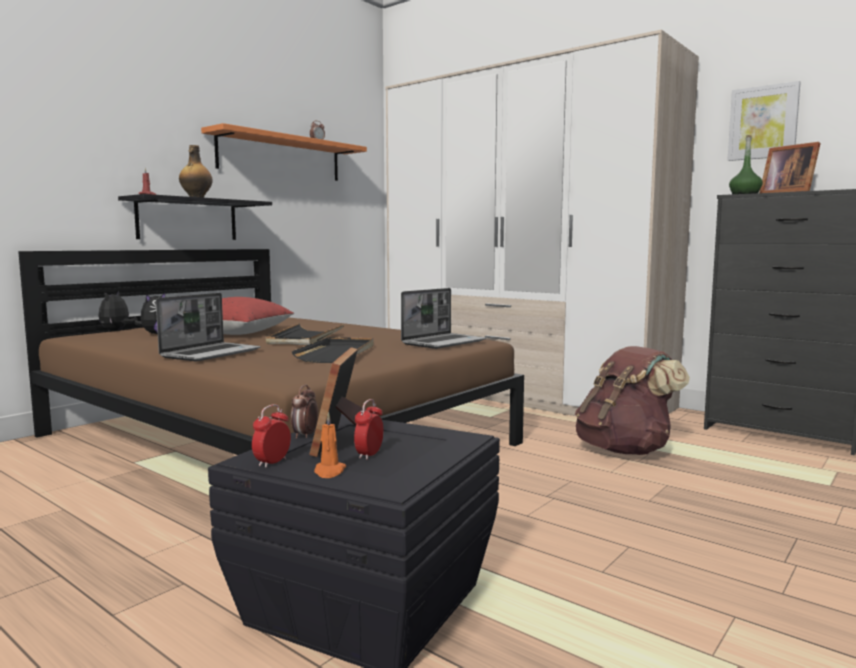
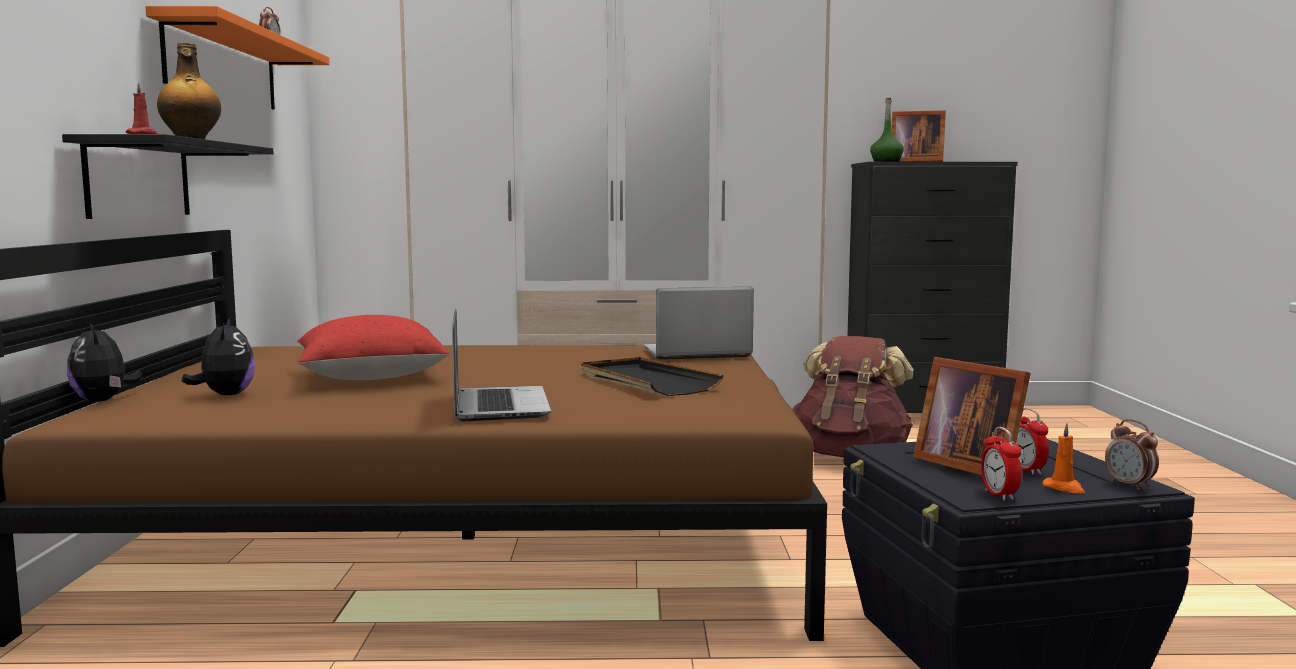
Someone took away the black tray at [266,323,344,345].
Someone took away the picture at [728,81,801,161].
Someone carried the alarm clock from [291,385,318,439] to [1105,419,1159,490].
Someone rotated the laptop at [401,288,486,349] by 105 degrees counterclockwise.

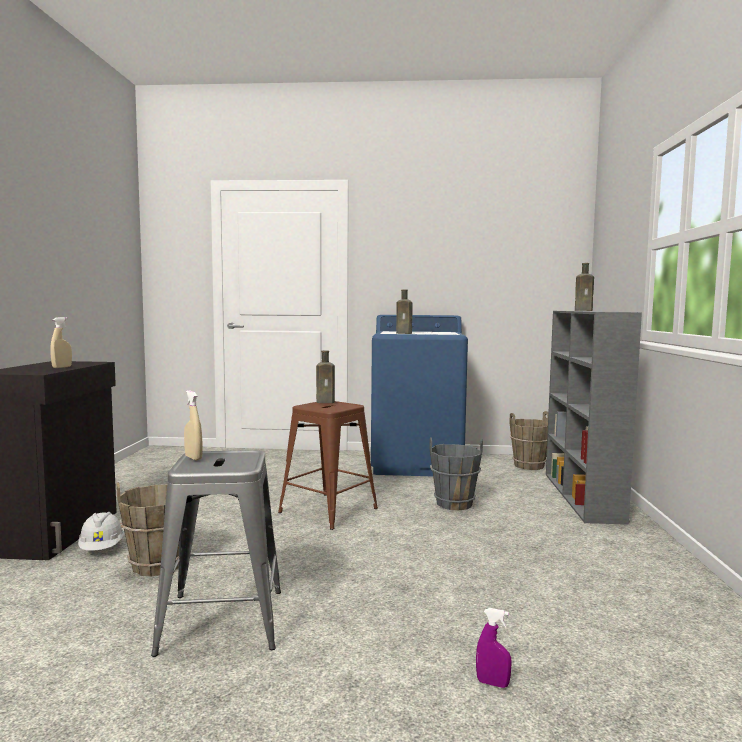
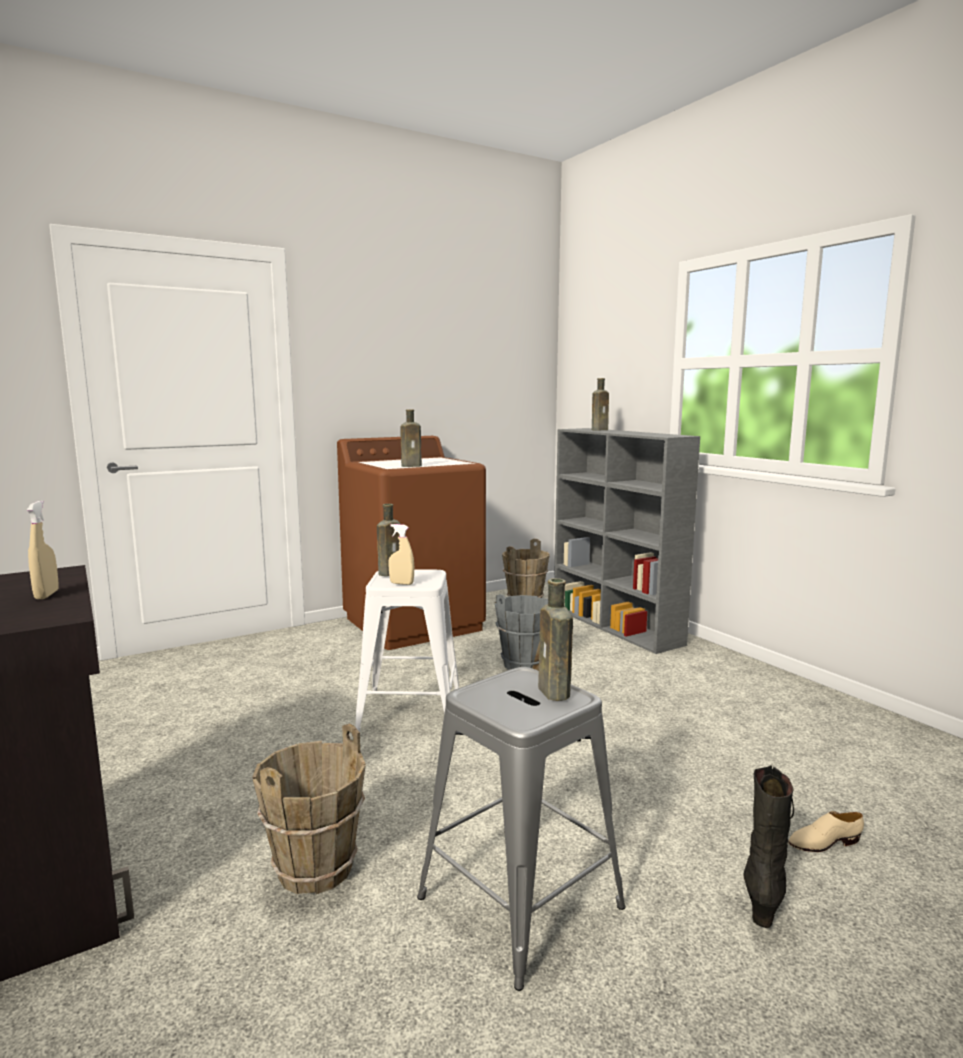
Someone took away the white hard hat at [78,512,124,551].
Someone put down the brown bottle at [538,578,573,701].
Someone put down the black boot at [744,765,794,929].
Someone carried the beige spray bottle from [184,390,202,460] to [388,524,414,585].
Someone swapped the purple spray bottle at [476,608,512,688] for the beige shoe at [788,811,864,852].
Someone repainted the brown stool at [278,401,378,530], which became the white stool at [355,569,459,732].
Someone repainted the blue washing machine at [371,315,468,476], which became the brown washing machine at [337,436,486,650].

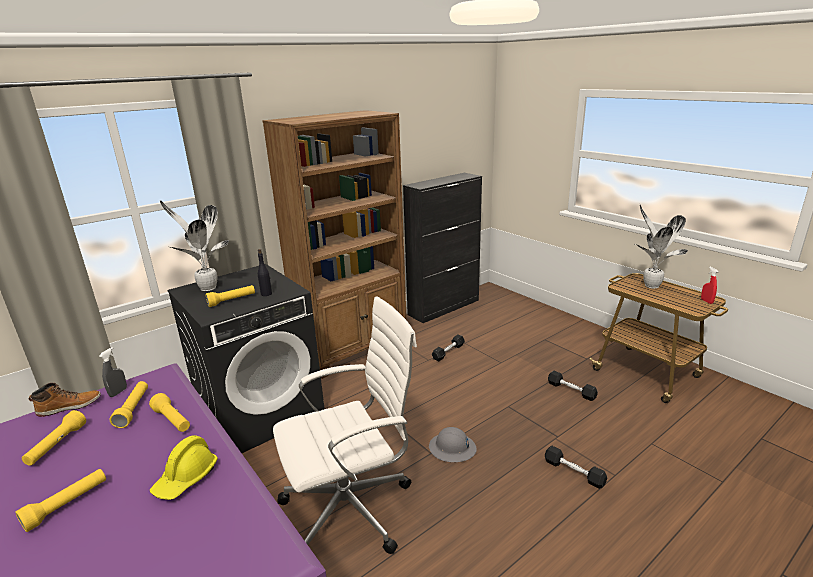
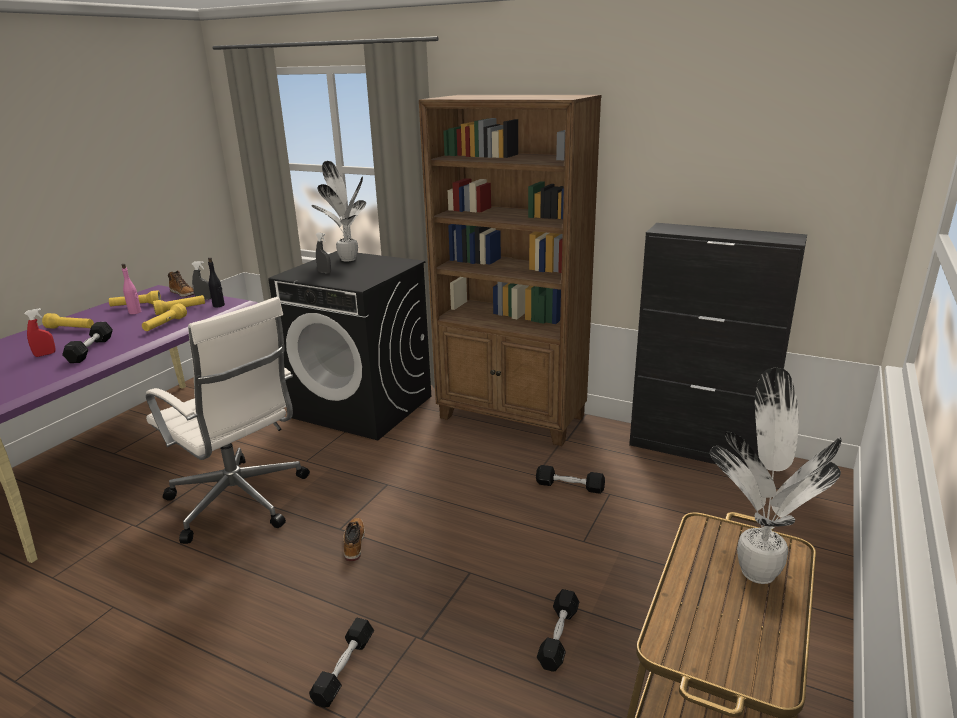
Someone put down the pink bottle at [121,264,141,314].
Someone carried the black bottle from [258,249,272,296] to [208,258,225,307].
Someone carried the red spray bottle from [701,267,718,304] to [24,308,56,357].
Someone swapped the yellow hard hat at [150,435,218,500] for the black dumbbell at [62,322,113,363].
Someone swapped the yellow flashlight at [206,285,255,307] for the grey spray bottle at [315,233,331,274].
Someone swapped the grey hard hat at [429,427,477,462] for the boot at [343,518,365,561].

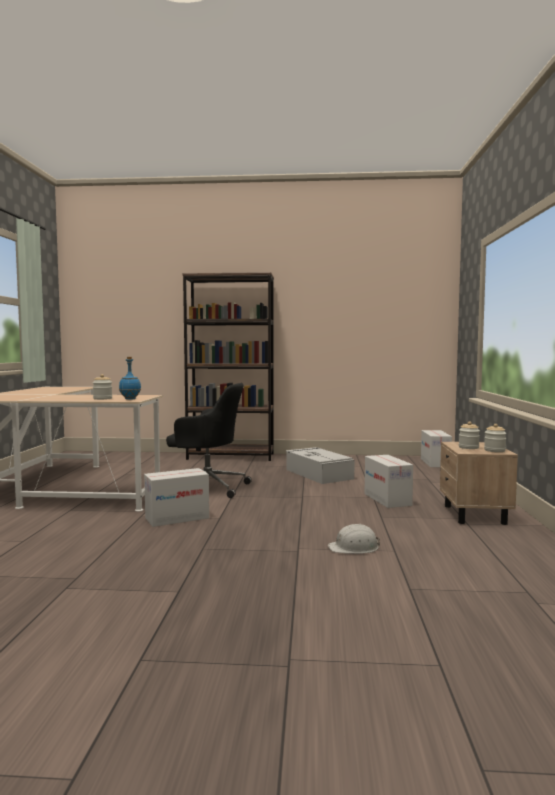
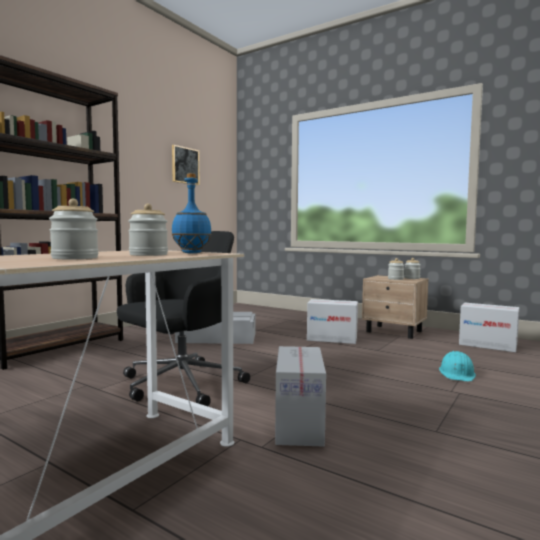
Someone put down the jar at [49,199,98,259].
Someone put up the picture at [172,145,199,185].
Someone carried the cardboard box from [421,430,452,467] to [459,303,519,352].
Someone repainted the white hard hat at [328,524,380,554], which became the turquoise hard hat at [439,351,476,381].

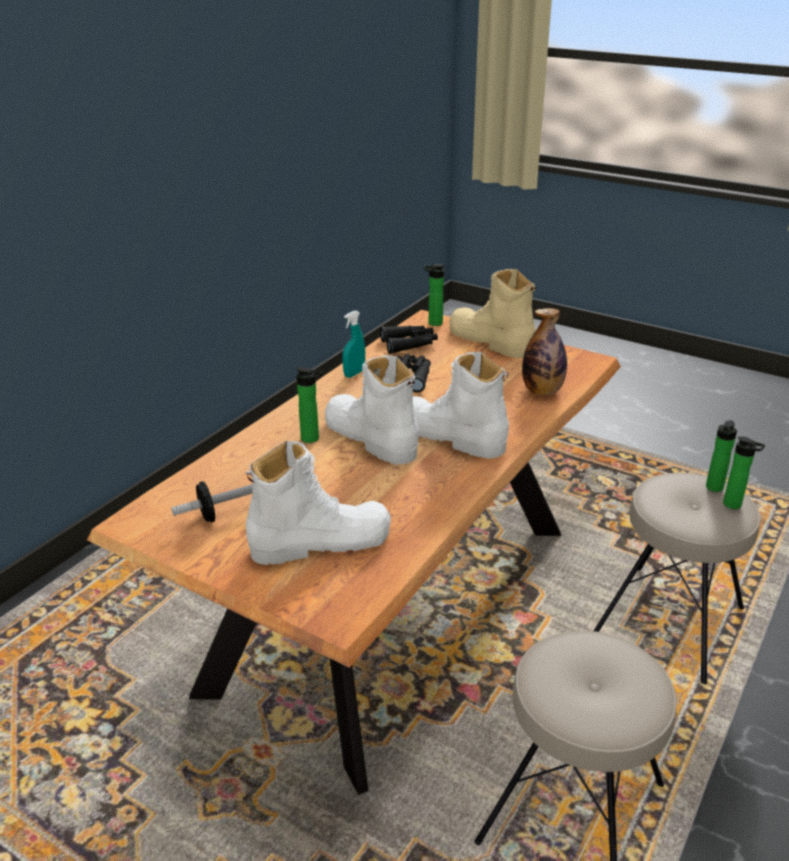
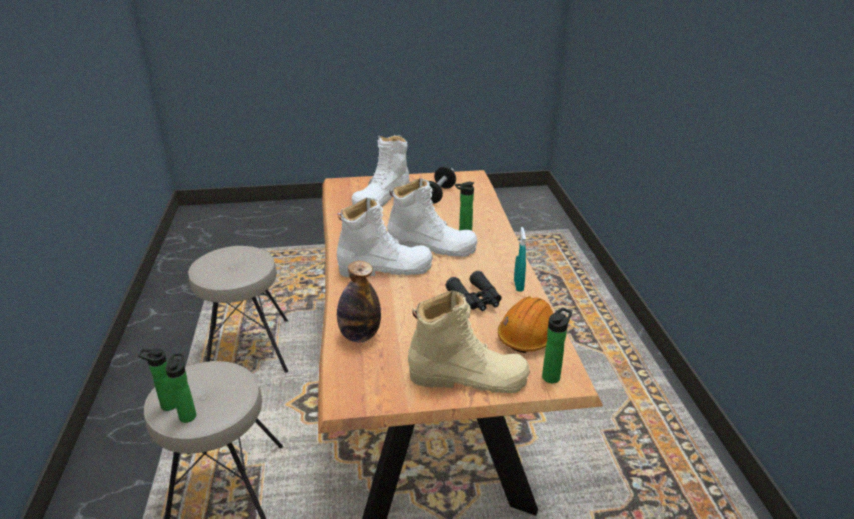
Someone swapped the black binoculars at [380,325,438,354] for the orange hard hat at [498,297,554,353].

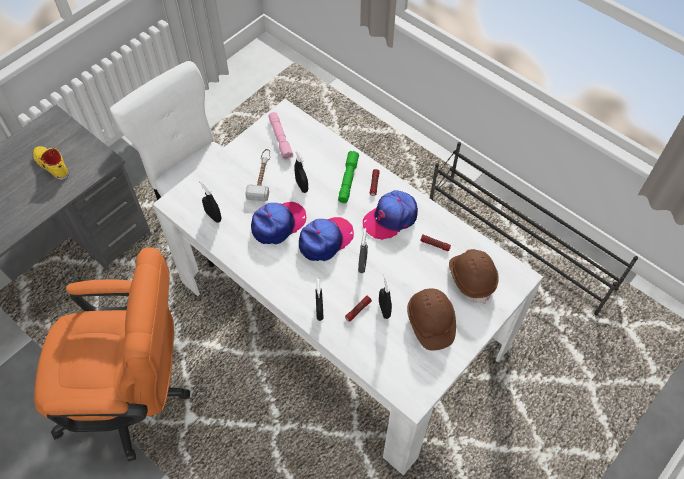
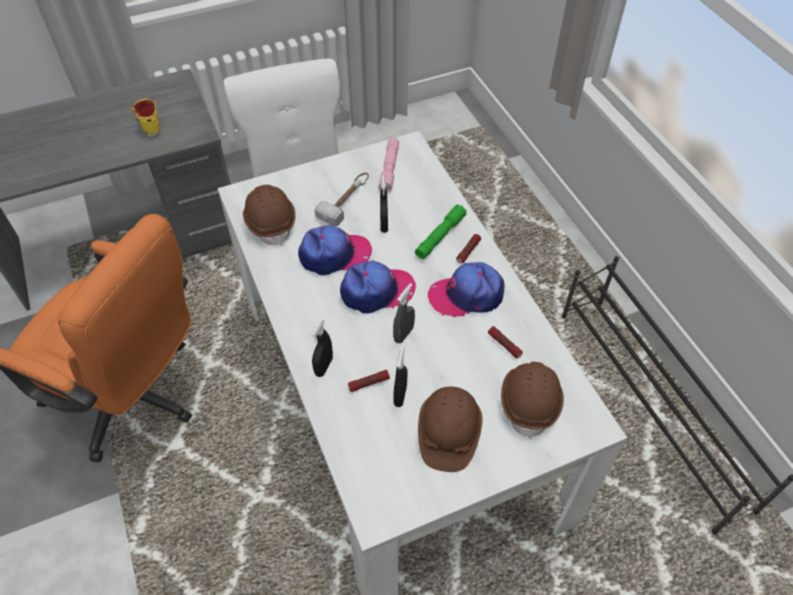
Someone swapped the black spray bottle at [199,180,221,223] for the brown hard hat at [243,185,296,246].

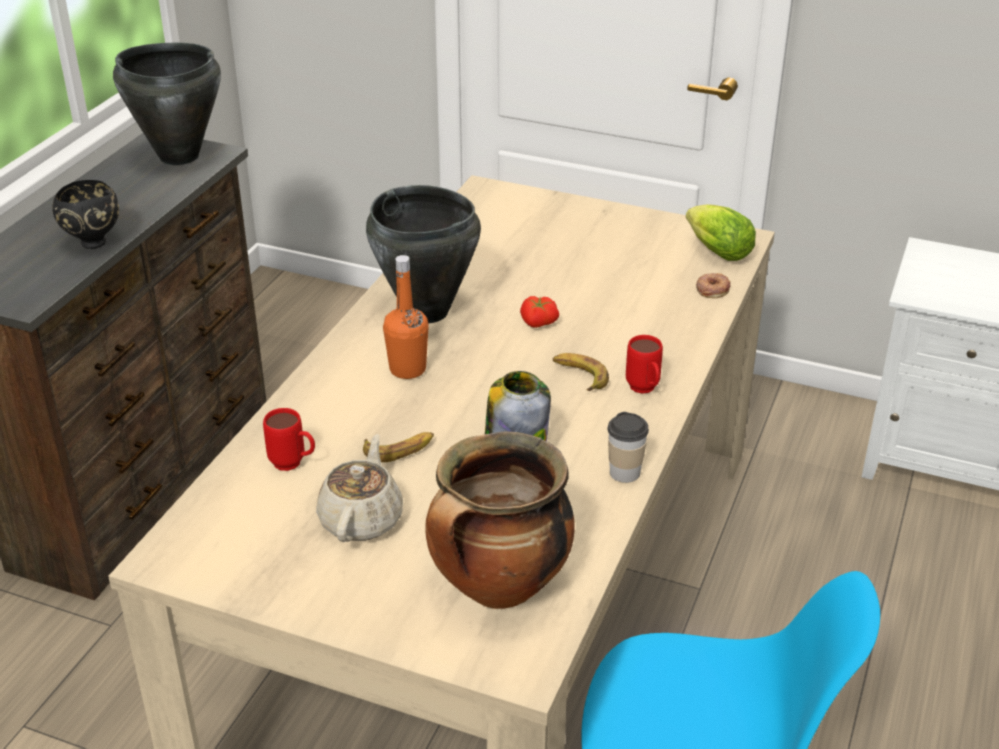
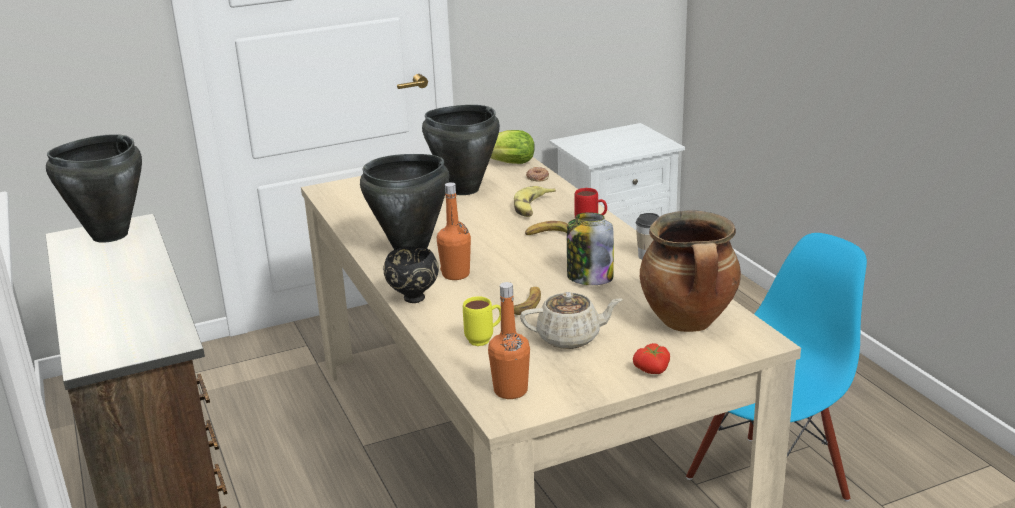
Someone put down the black cooking pot at [422,105,500,195].
Someone put down the orange bottle at [488,282,530,399].
Someone put down the banana at [514,186,556,217].
Someone carried the black bowl from [52,180,119,249] to [383,246,439,303].
Someone carried the tomato from [520,296,559,328] to [633,343,670,374].
Someone repainted the red mug at [263,408,315,471], which became the yellow mug at [463,296,501,346].
Someone rotated the beige teapot at [316,434,403,542] by 120 degrees clockwise.

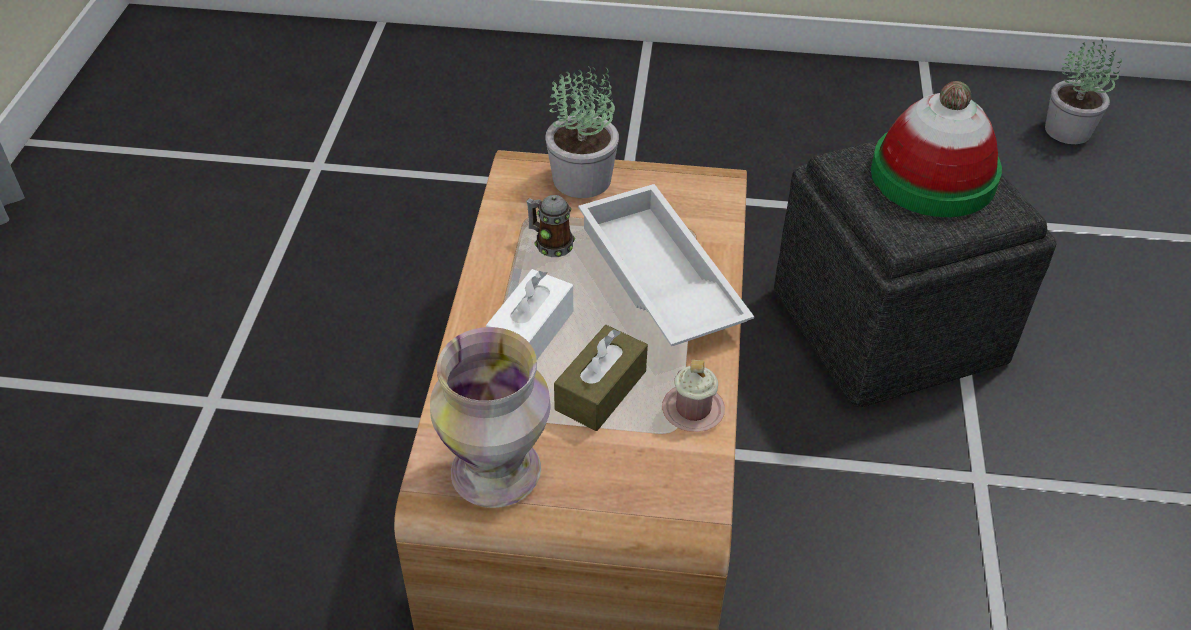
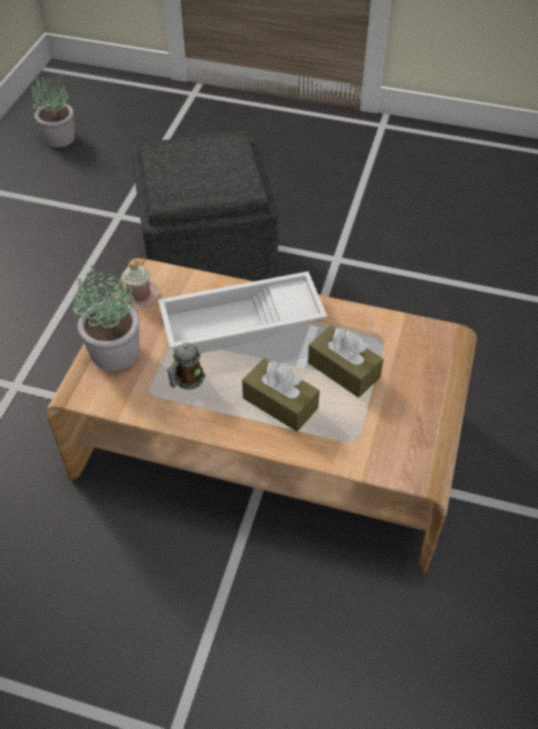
Someone took away the vase at [430,327,550,508].
Someone took away the hat at [871,81,1002,217].
Someone carried the pink mug from [662,360,725,432] to [119,259,159,308].
Someone repainted the white tissue box at [486,269,573,359], which became the brown tissue box at [242,358,320,431].

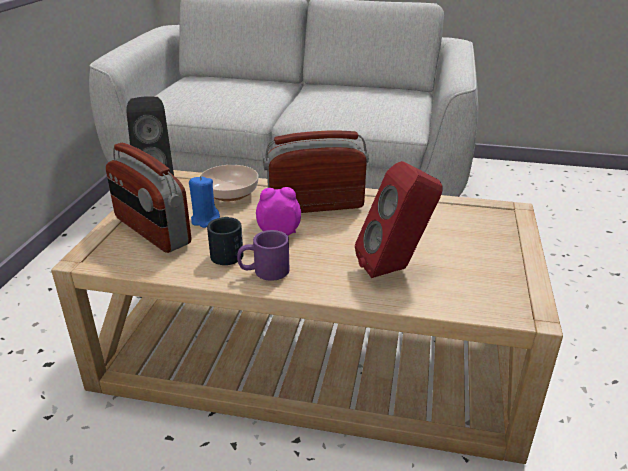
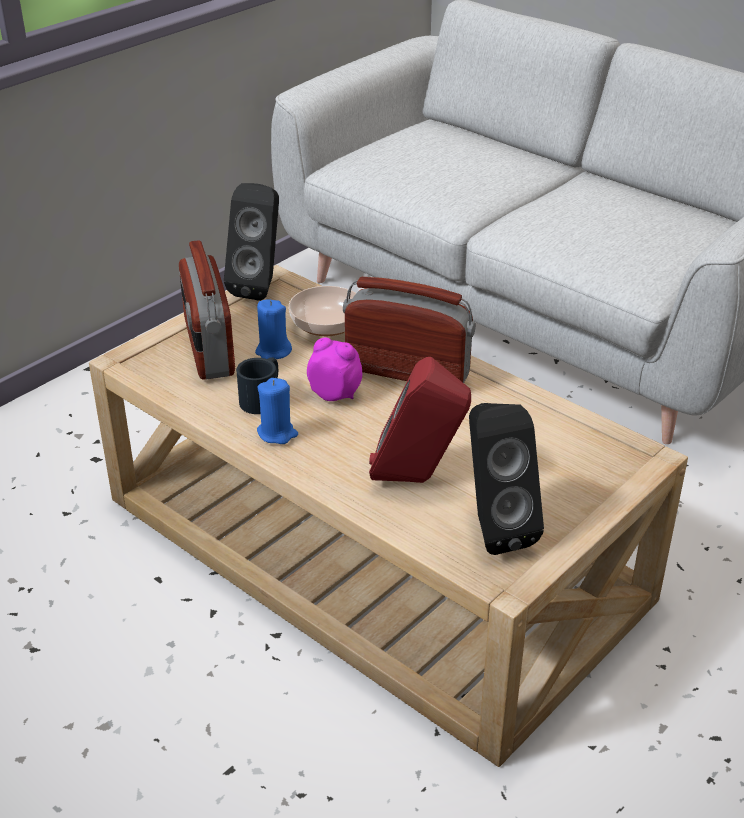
Someone put down the black speaker at [469,403,544,555].
Someone swapped the purple mug at [237,230,289,281] for the blue candle at [257,378,298,444].

